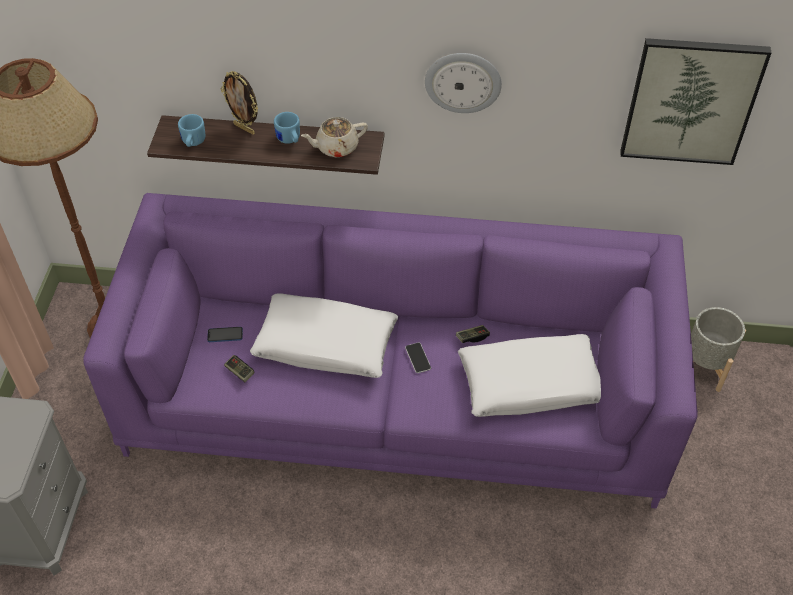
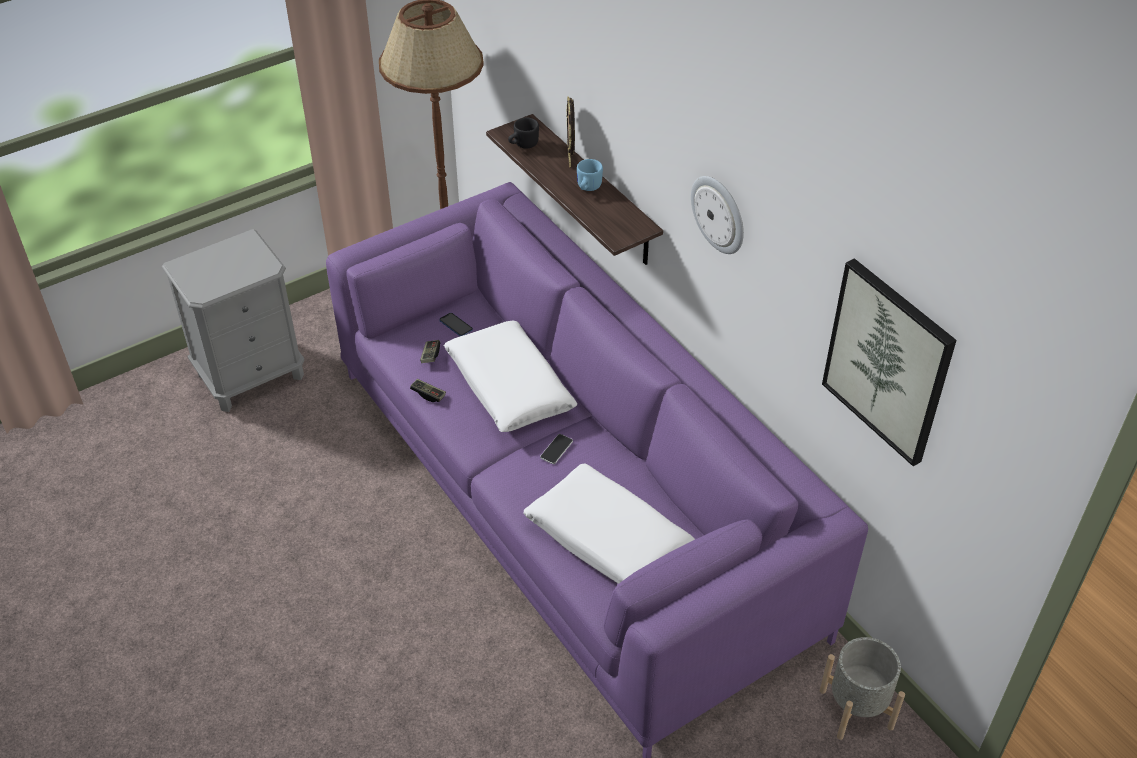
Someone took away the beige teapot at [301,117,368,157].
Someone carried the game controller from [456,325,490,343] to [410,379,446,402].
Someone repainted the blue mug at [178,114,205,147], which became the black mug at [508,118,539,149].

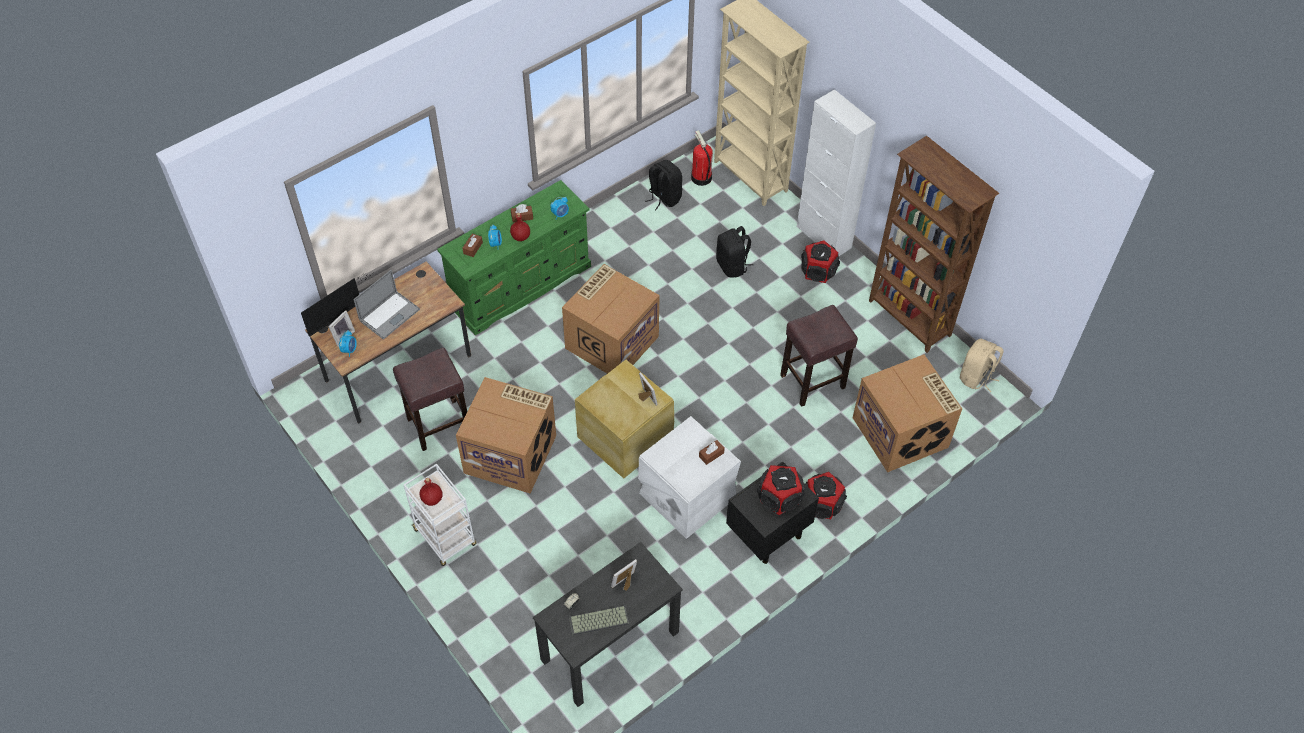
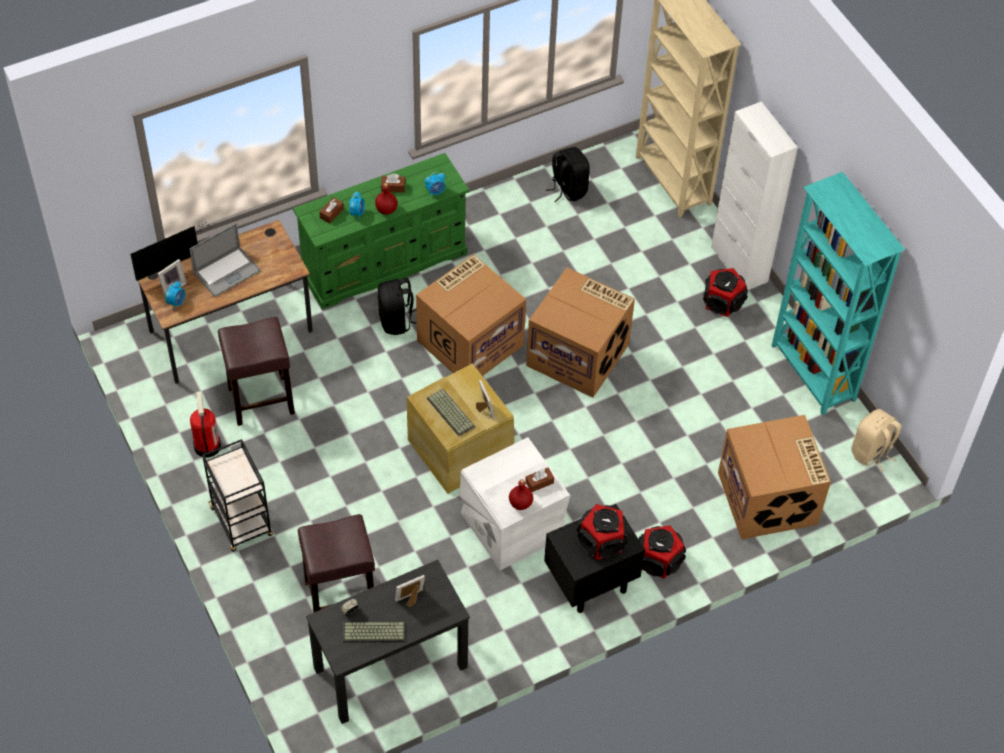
Someone put down the keyboard at [427,389,475,436].
Someone carried the red bottle from [419,478,443,506] to [509,479,533,510].
Someone carried the cardboard box from [456,377,556,493] to [526,268,635,398].
Someone carried the fire extinguisher from [691,130,713,186] to [190,392,221,458].
Someone carried the black backpack from [716,226,753,278] to [378,278,417,335].
Someone carried the brown stool from [780,305,858,407] to [298,514,375,613].
Someone repainted the white cart at [403,464,477,566], which became the black cart at [202,439,273,551].
Someone repainted the brown bookcase at [869,136,999,353], which became the turquoise bookcase at [772,172,905,415].

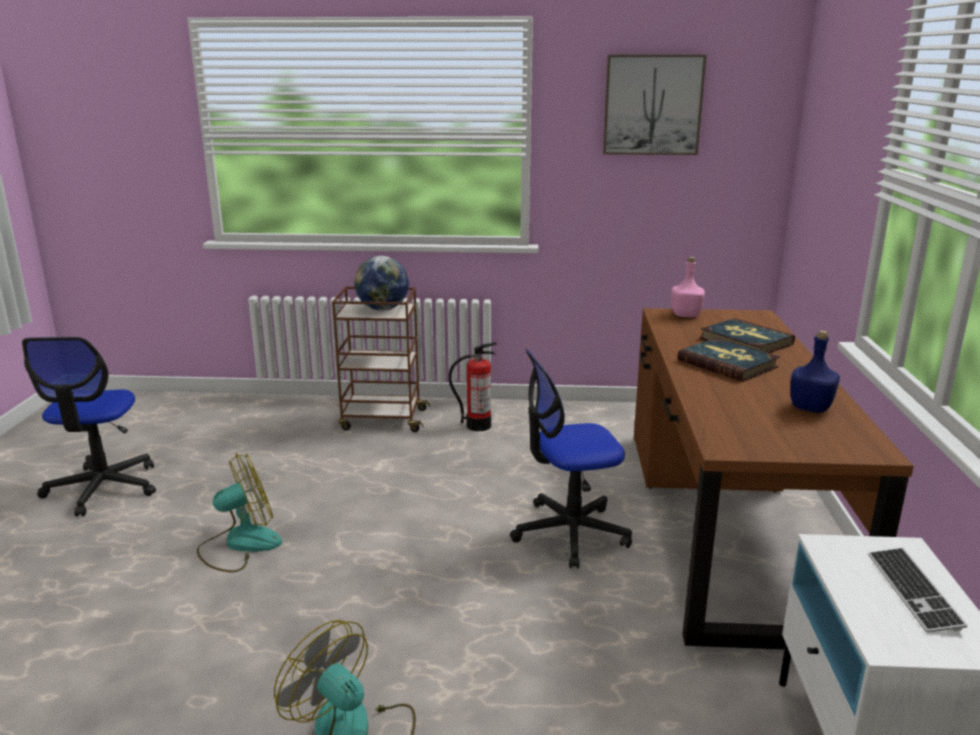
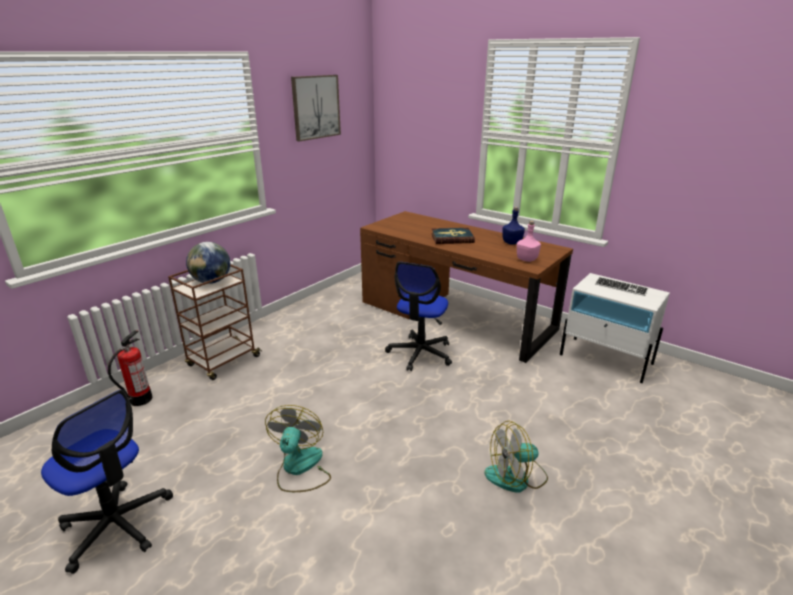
Someone took away the book at [700,318,795,353].
Someone carried the fire extinguisher from [448,342,497,431] to [108,330,152,406].
Someone carried the pink bottle from [671,257,705,317] to [517,221,541,262].

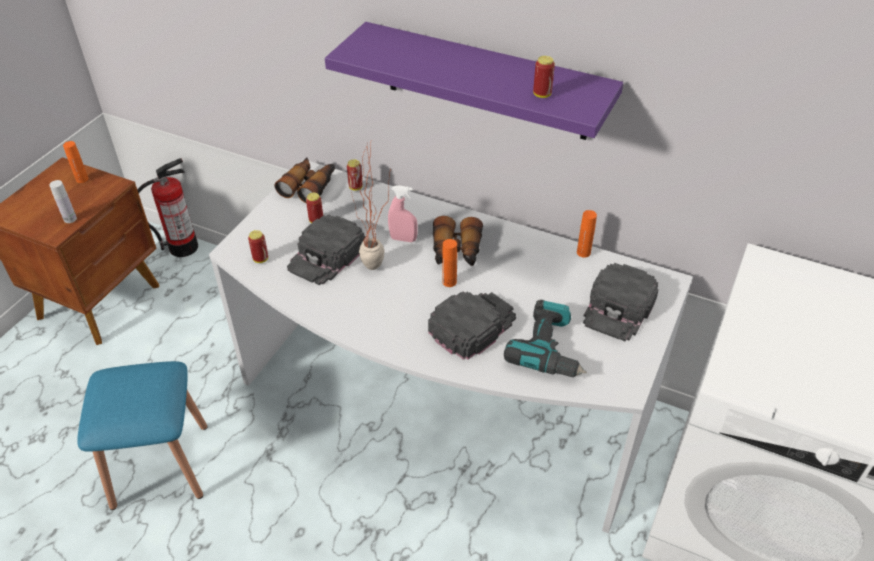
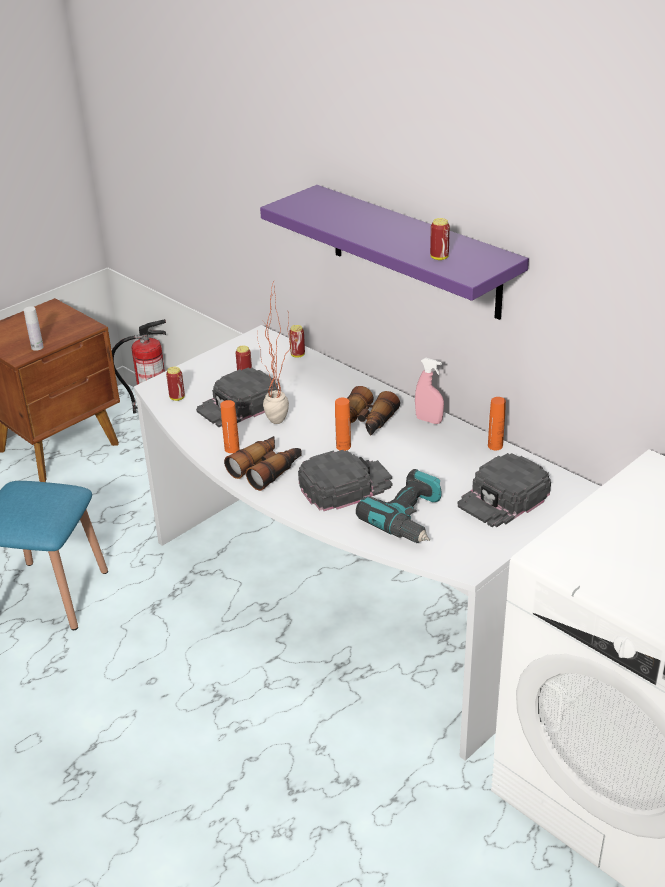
Someone carried the orange bottle from [63,141,88,183] to [220,400,239,453].
Someone carried the binoculars from [275,157,335,203] to [224,436,302,491].
Someone carried the pink spray bottle from [388,185,418,242] to [415,358,444,424].

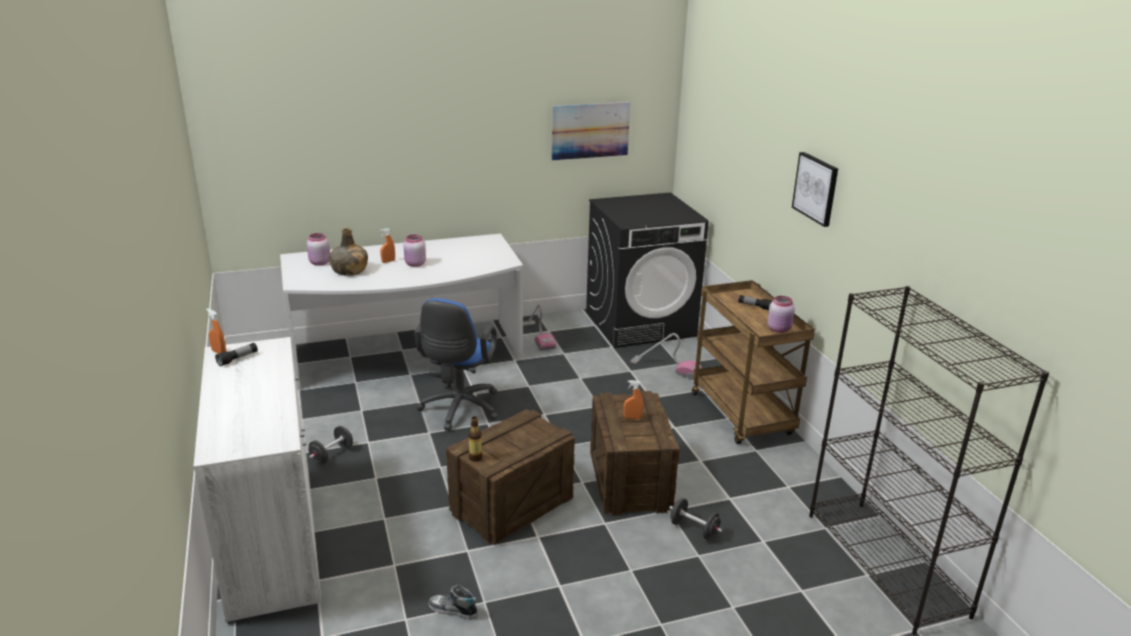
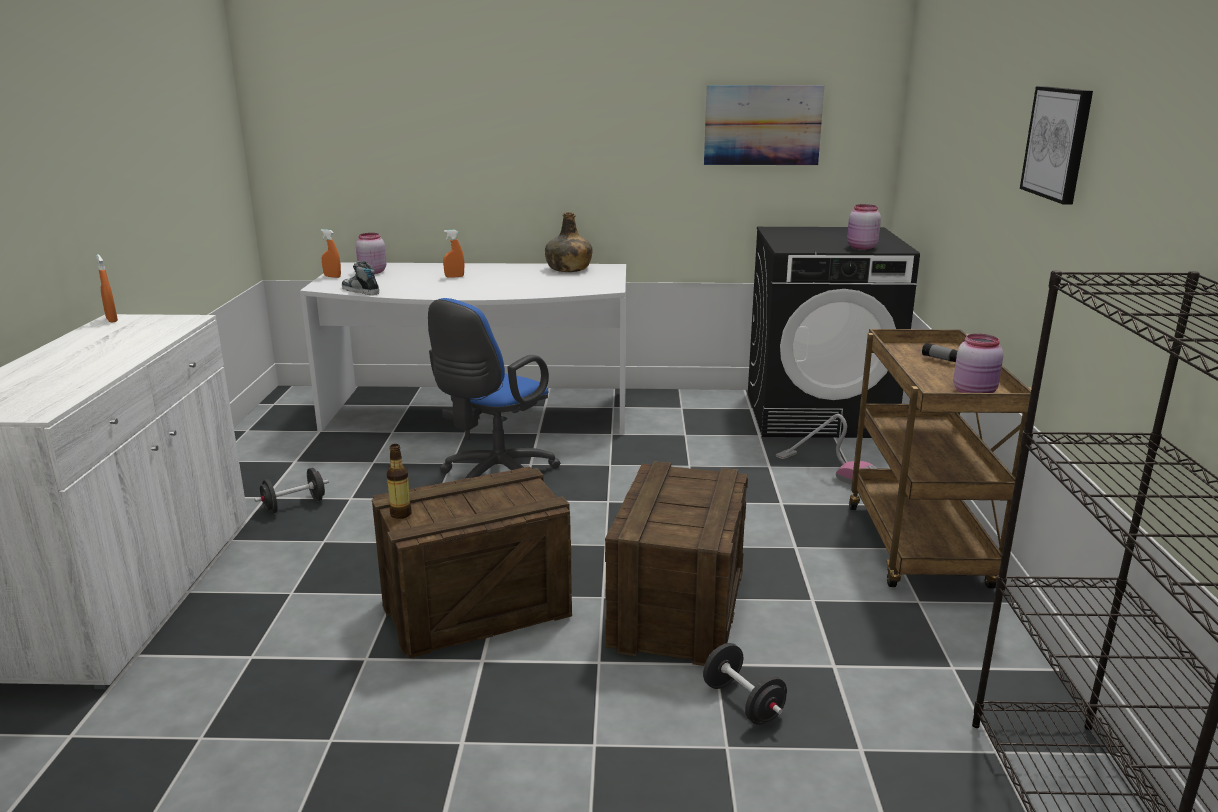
Someone took away the flashlight at [215,343,258,367].
Someone took away the vacuum cleaner at [523,304,556,351].
Someone carried the green bottle from [329,228,368,276] to [545,212,593,272].
Someone carried the pink jar from [404,235,426,267] to [847,204,881,250].
Someone carried the shoe from [428,585,478,620] to [342,261,379,295].
Someone carried the orange spray bottle from [624,380,643,419] to [320,229,341,278].

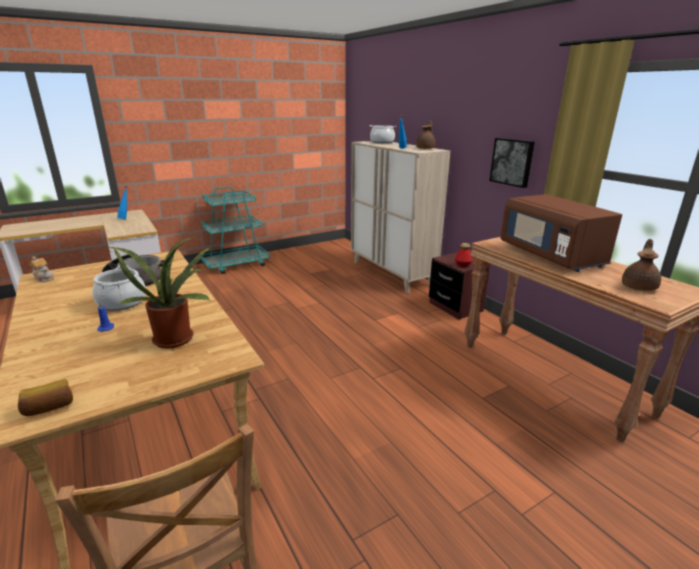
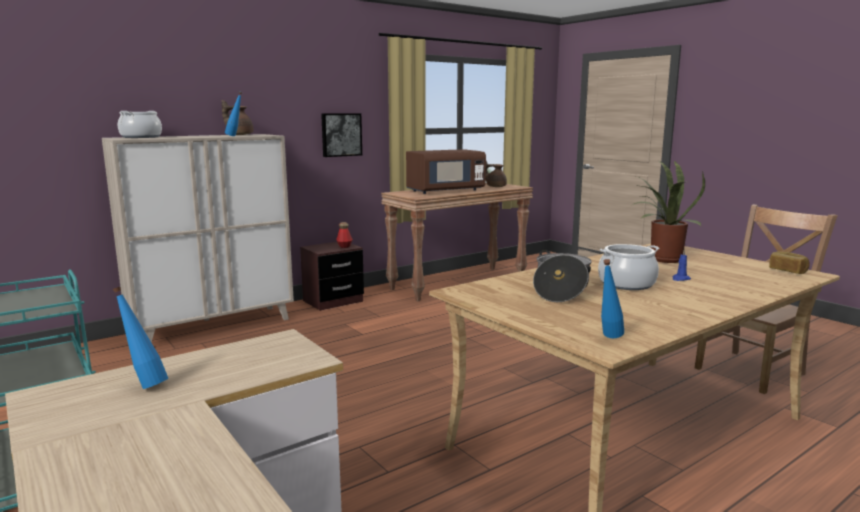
Someone swapped the teapot at [30,256,54,282] for the blue bottle at [601,259,624,338].

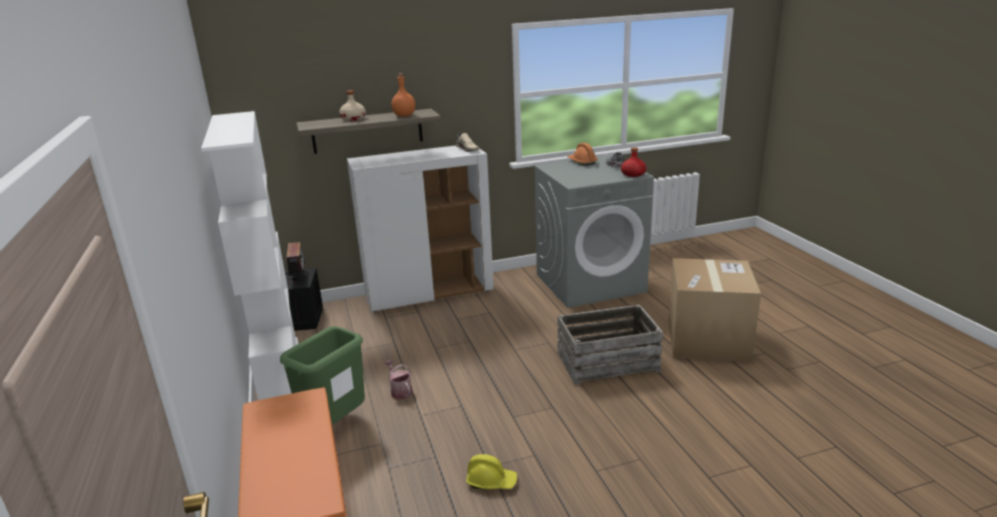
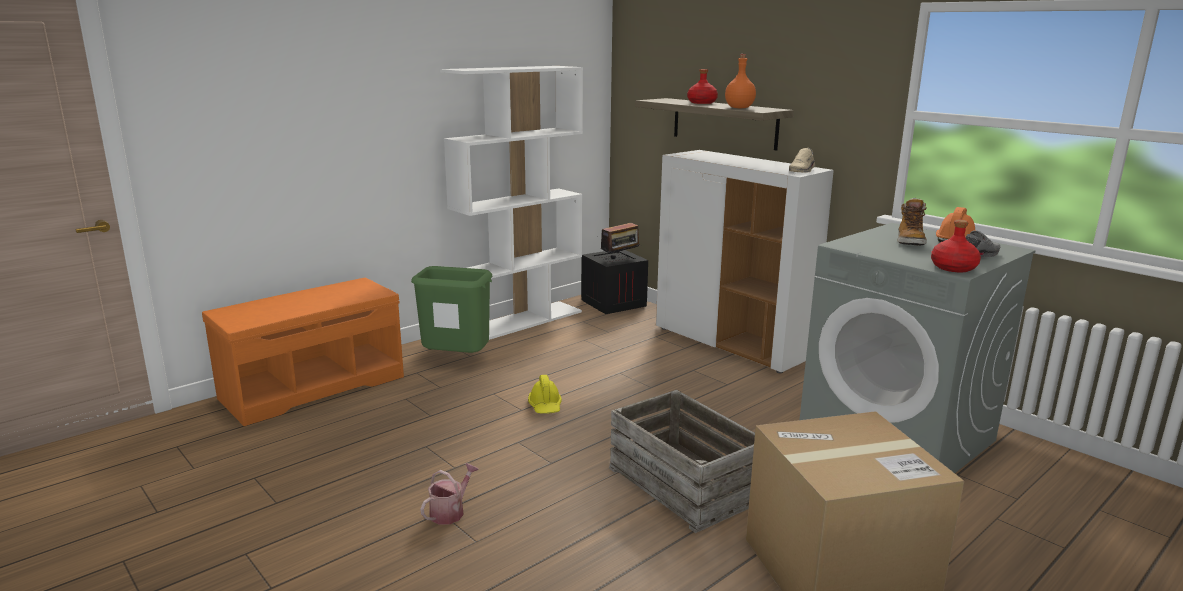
Someone put down the boot at [898,198,927,246].
Someone carried the watering can from [384,360,413,399] to [420,463,479,525].
Someone carried the yellow hard hat from [466,454,517,489] to [528,375,562,414].
Someone repainted the beige bottle at [339,90,366,121], which became the red bottle at [687,69,718,104].

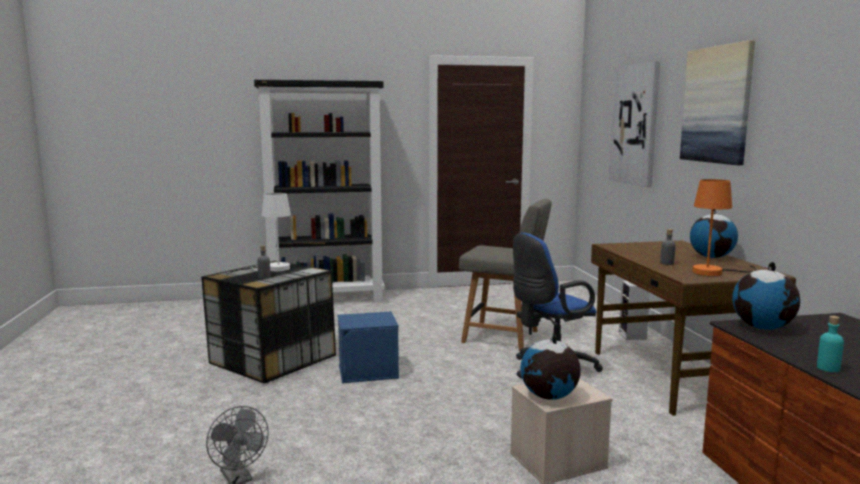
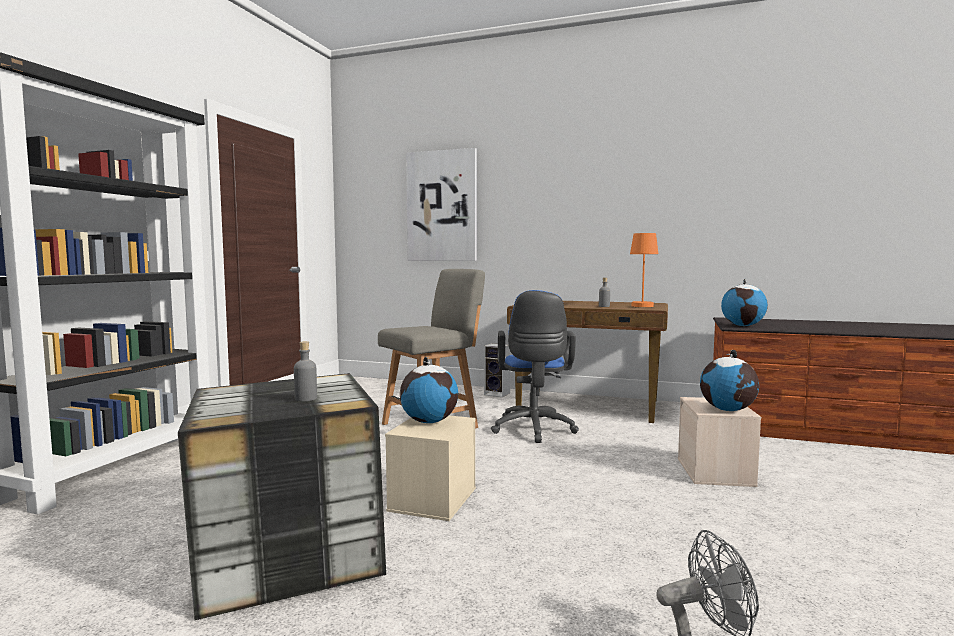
Someone took away the white table lamp at [227,193,291,275].
Someone took away the picture at [680,40,755,165].
Someone took away the turquoise bottle at [817,316,844,372].
Someone carried the globe from [690,209,738,258] to [400,357,458,423].
Someone repainted the blue storage box at [338,311,399,383], which became the beige storage box at [385,416,476,521].

